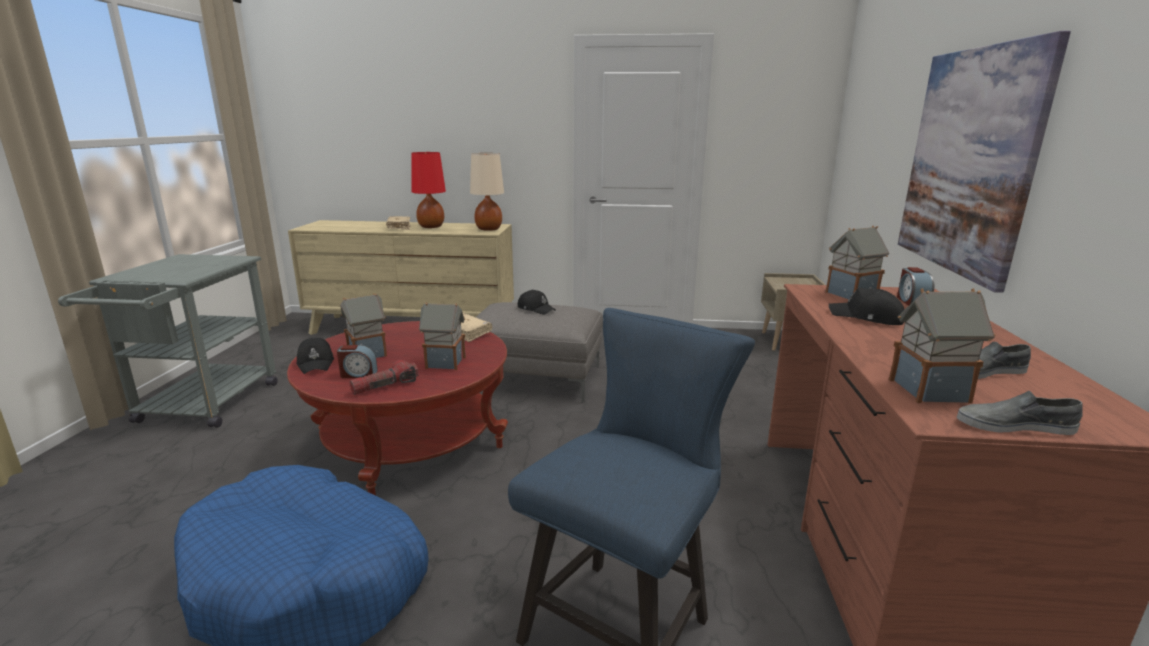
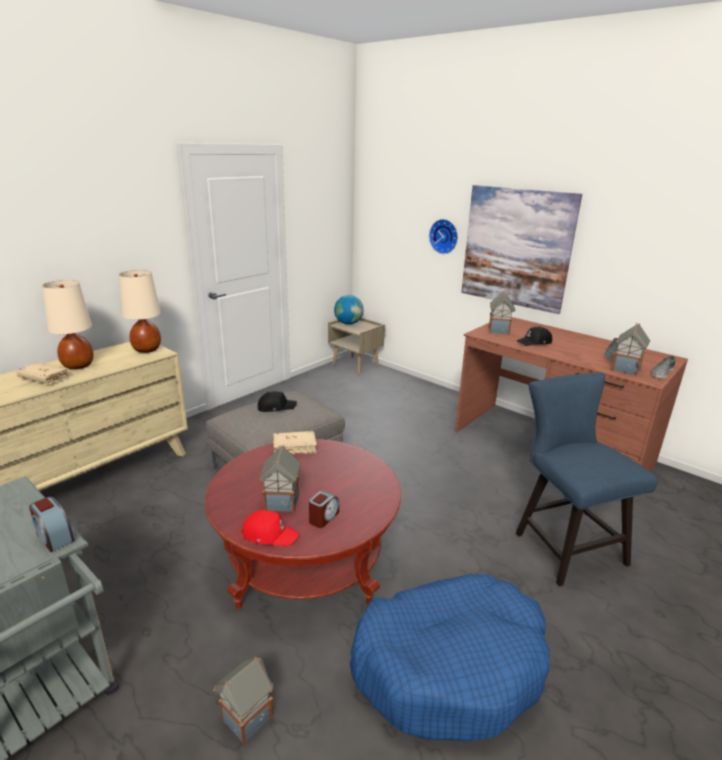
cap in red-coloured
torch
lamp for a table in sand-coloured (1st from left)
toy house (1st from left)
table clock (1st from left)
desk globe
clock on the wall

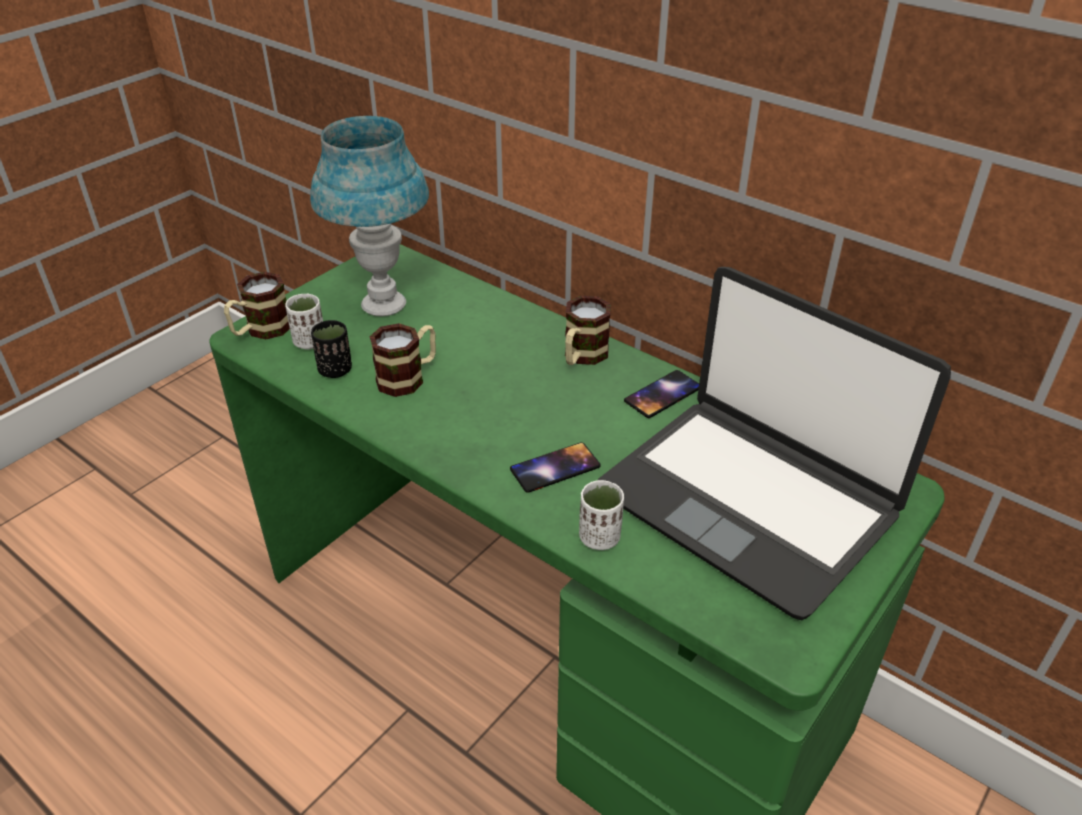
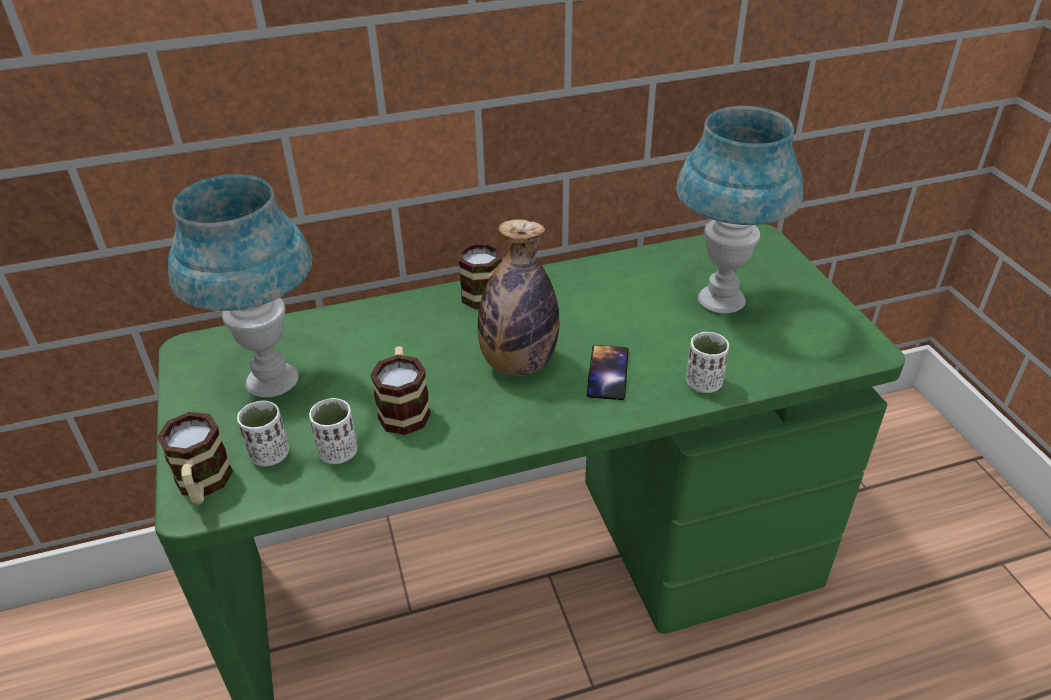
small cup in white (2nd from left)
lamp for a table in blue-coloured (2nd from left)
phone (2nd from left in the first image)
bottle

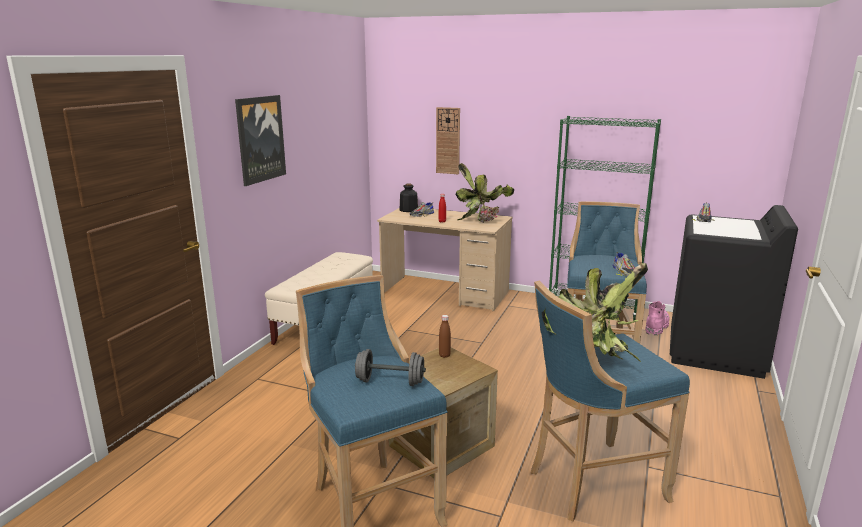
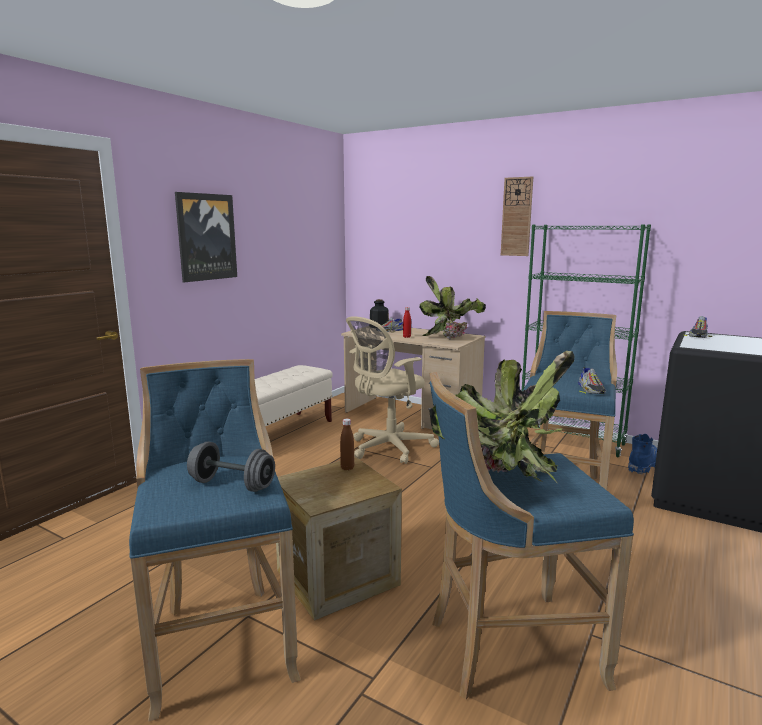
clock on the wall
boot in blue-coloured
office chair in sand-coloured

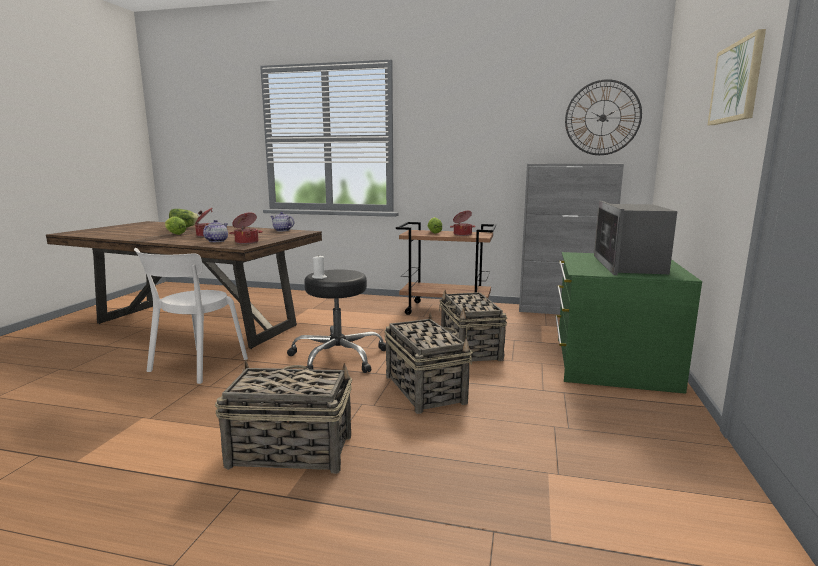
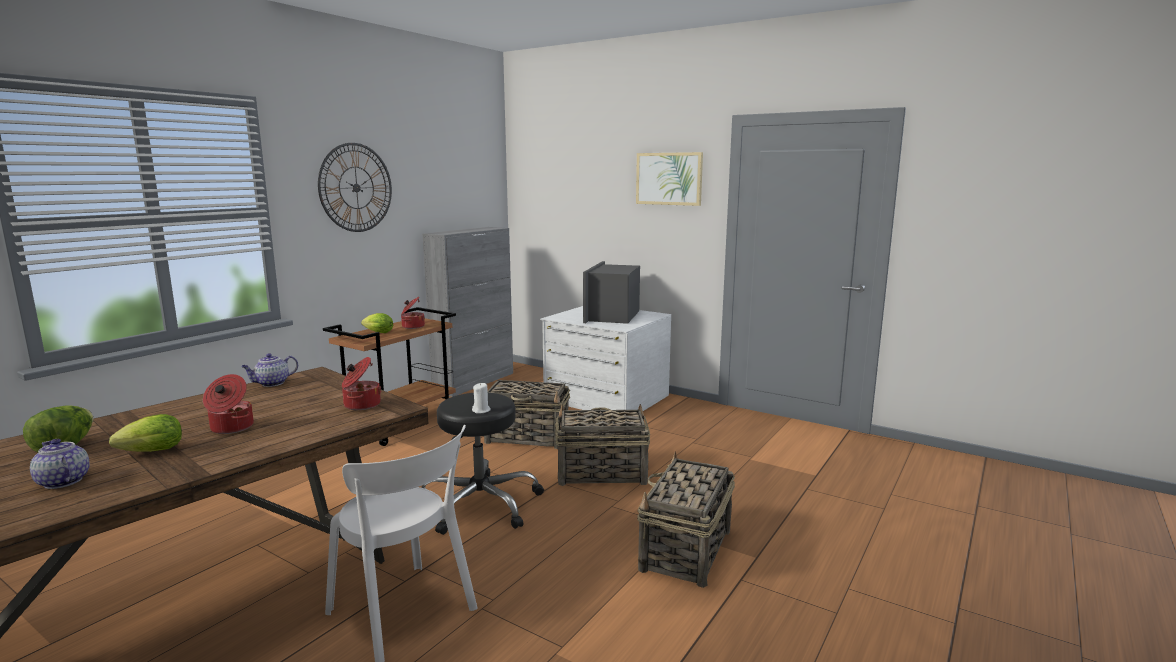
tea pot (1st from left)
chest of drawers in white
clock on the wall
microwave

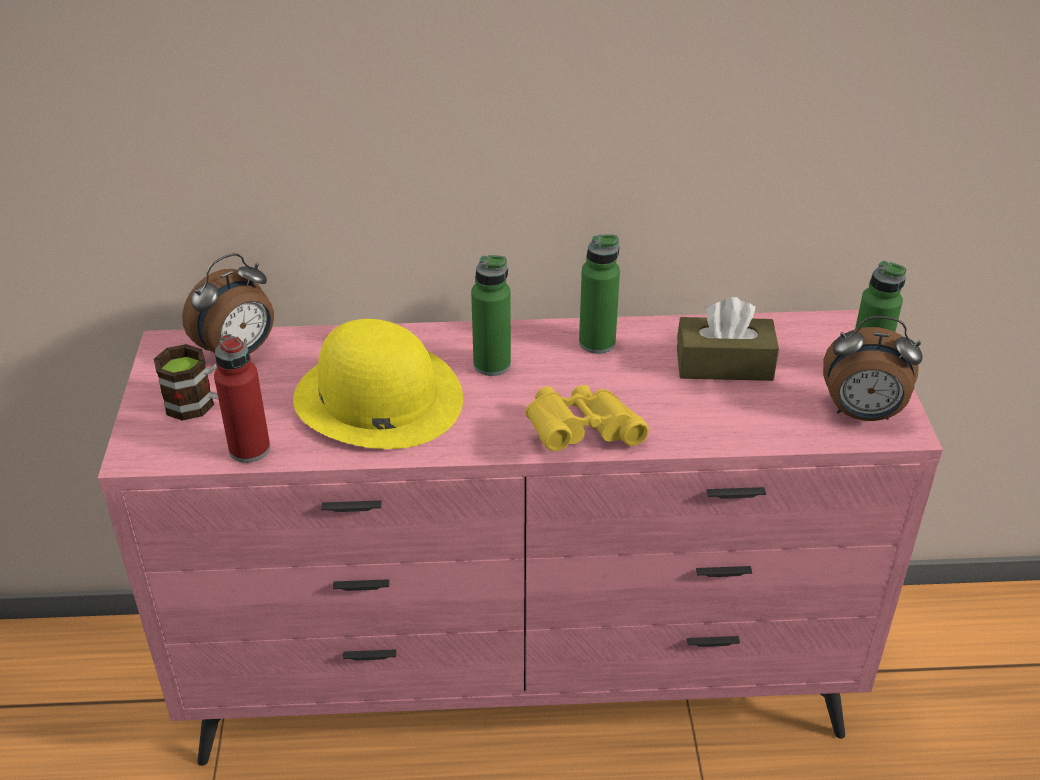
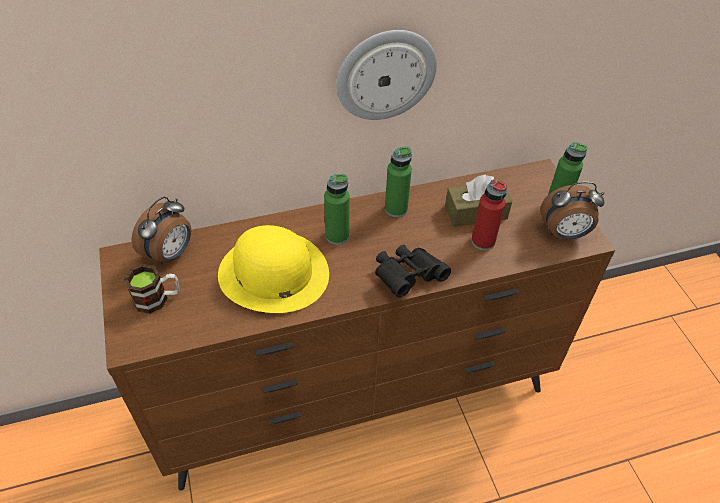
chest of drawers in brownish
bottle in red-coloured
field glasses in blackish
clock on the wall

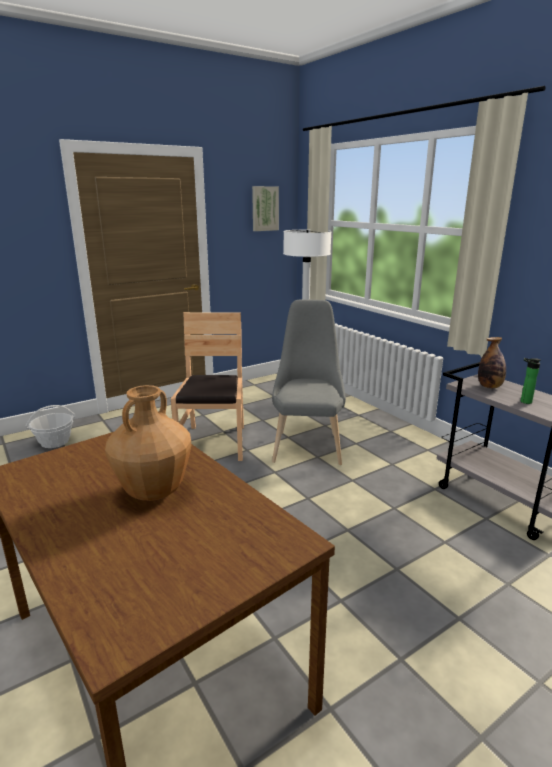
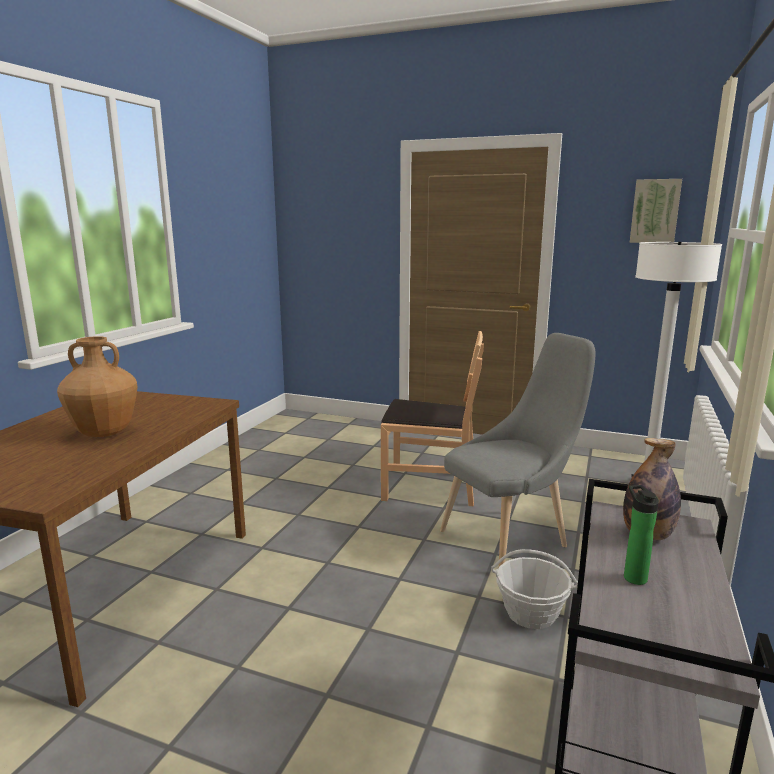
household basket
chair in brownish

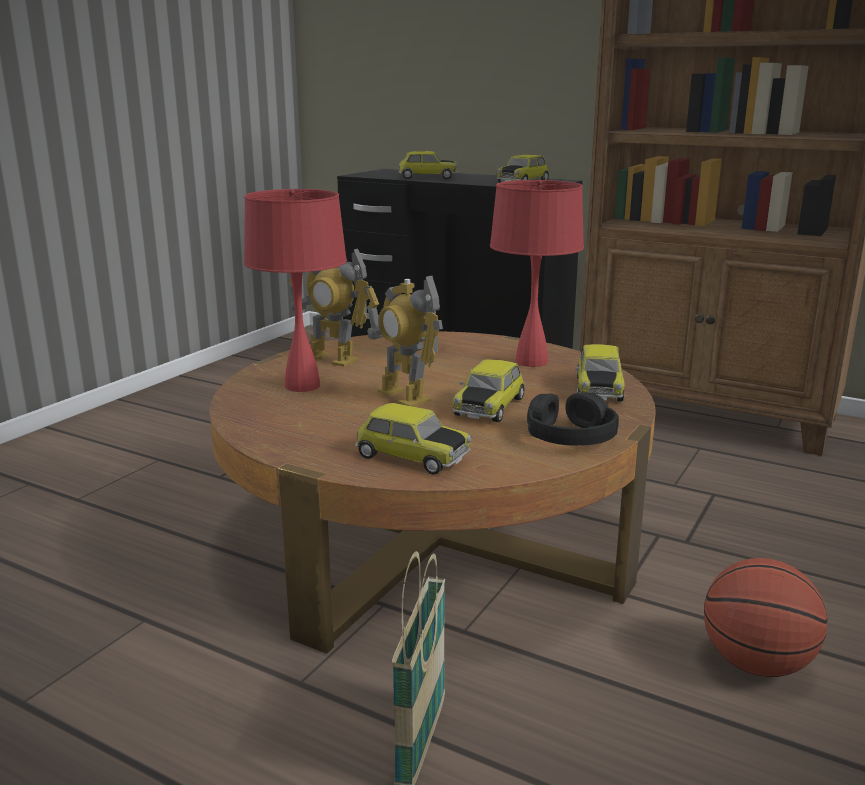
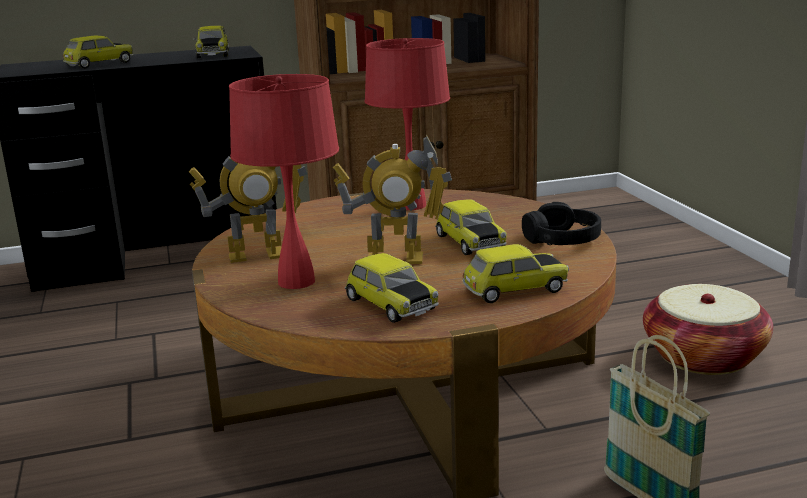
model car (3rd from left)
household basket (2nd from left)

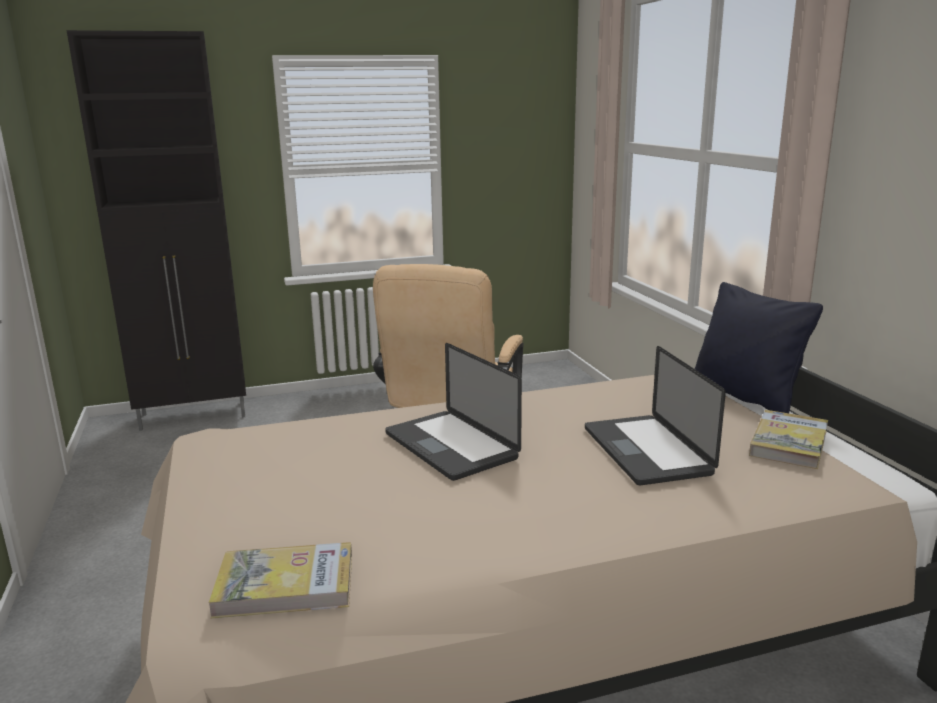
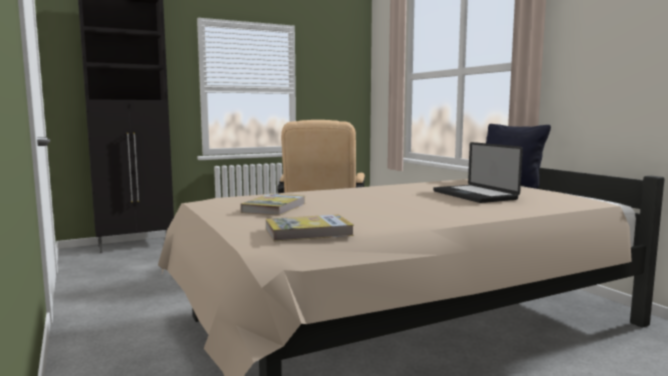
notebook computer (1st from left in the first image)
volume (1st from left)

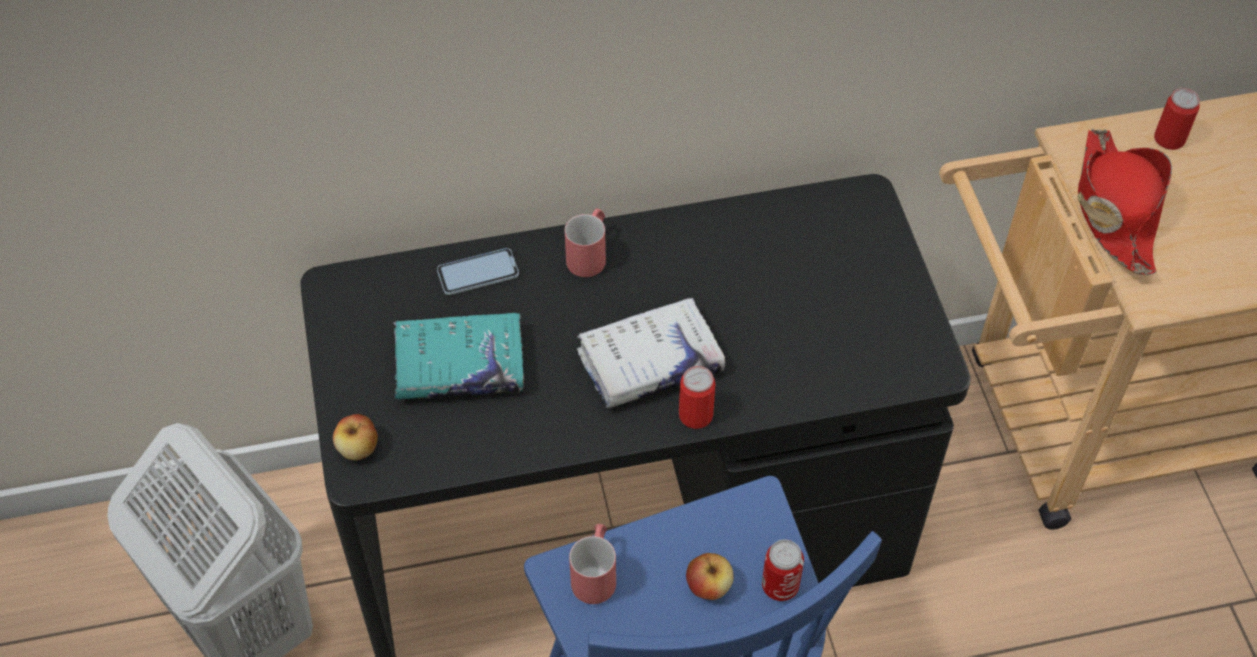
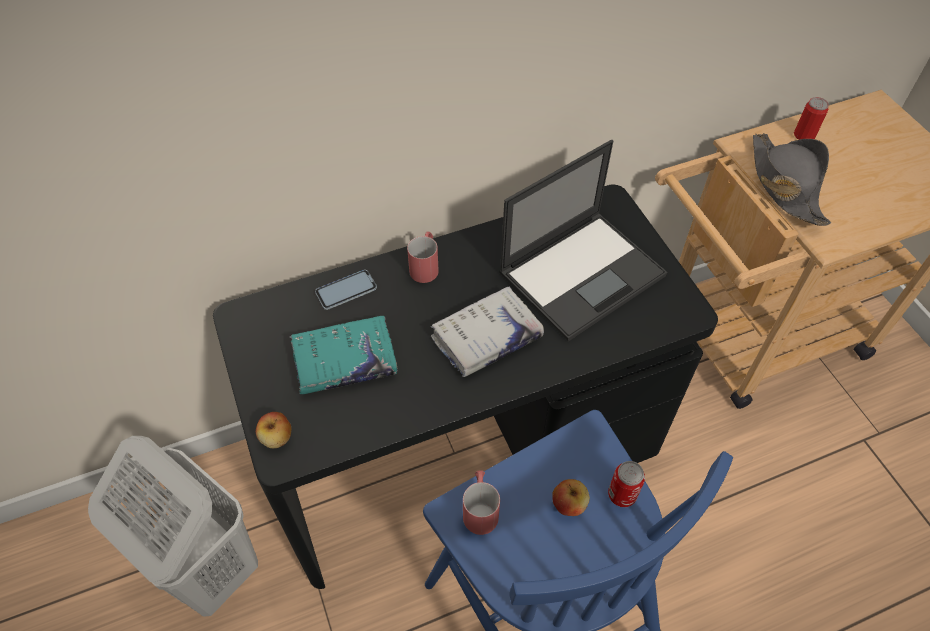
metal can (1st from left in the first image)
wearable hat in grey
notebook computer

